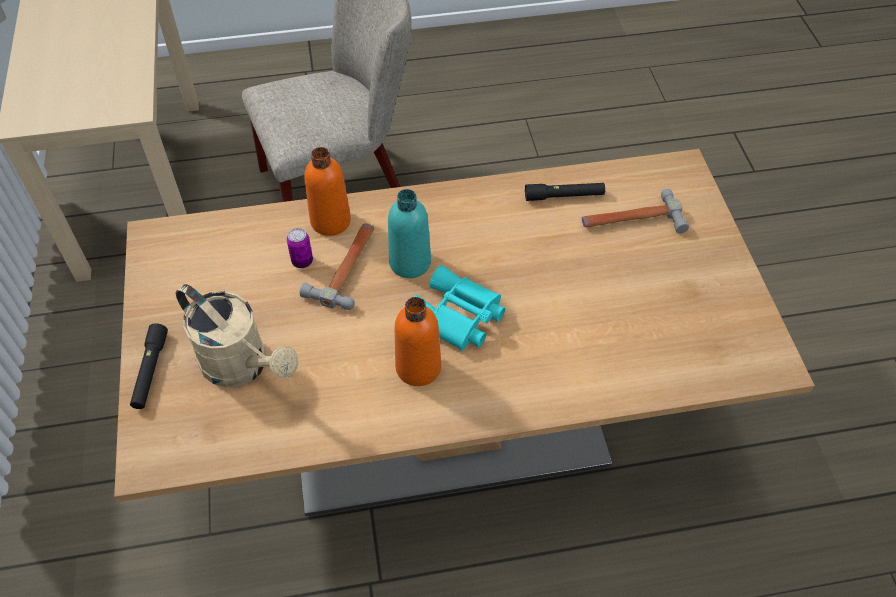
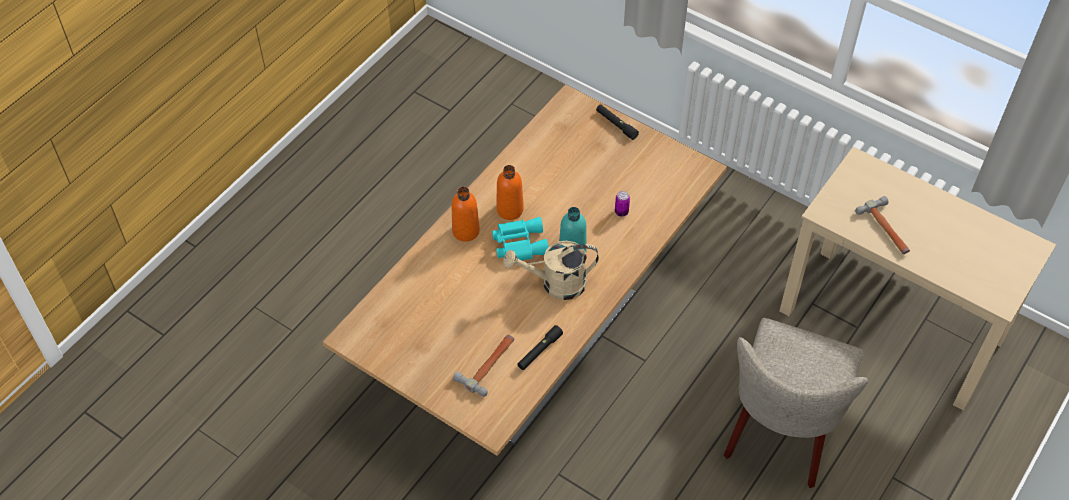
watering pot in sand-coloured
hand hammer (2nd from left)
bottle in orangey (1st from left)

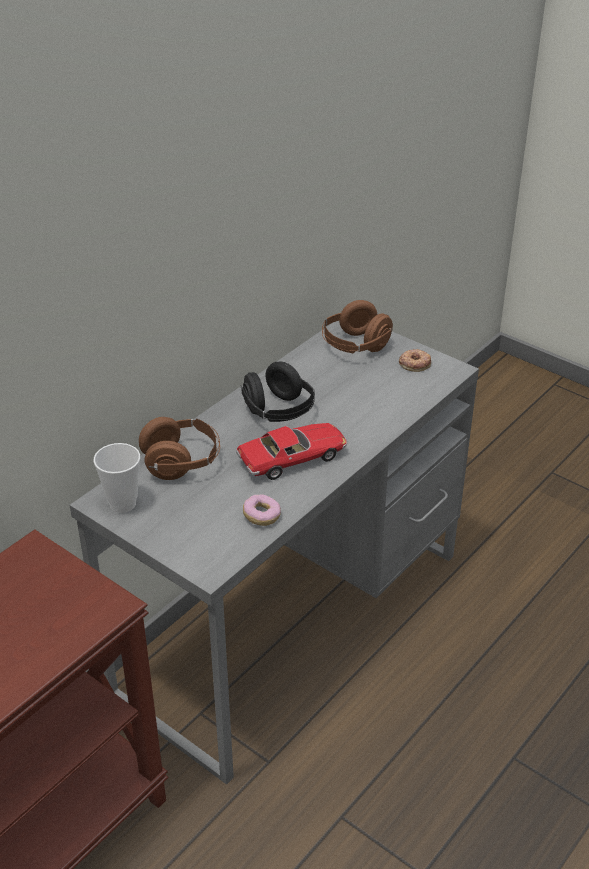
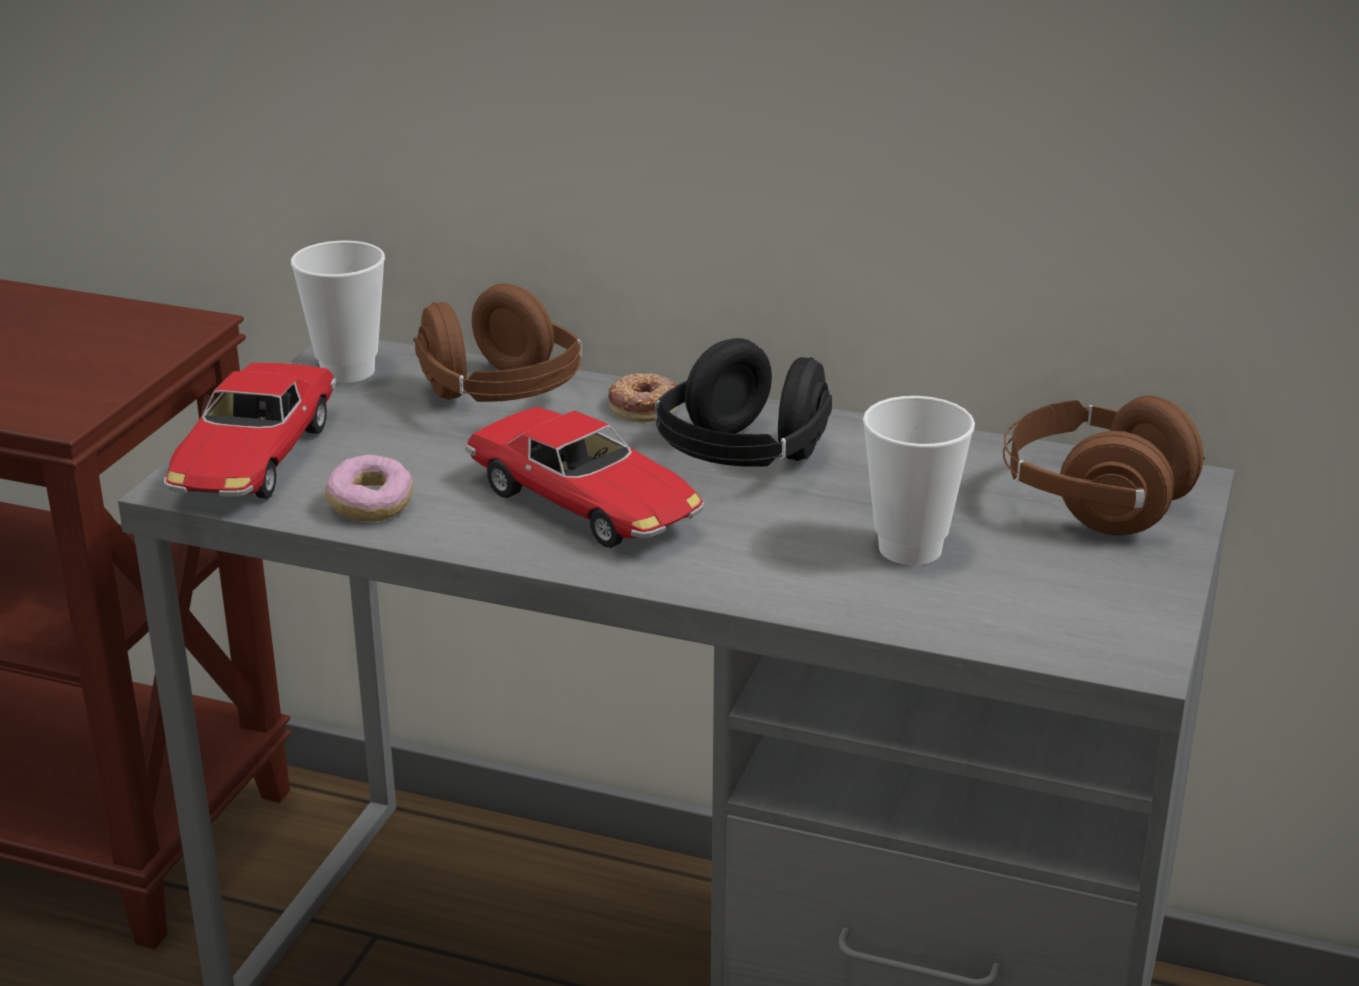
ring doughnut (2nd from left)
model car (1st from left)
small cup (2nd from left)

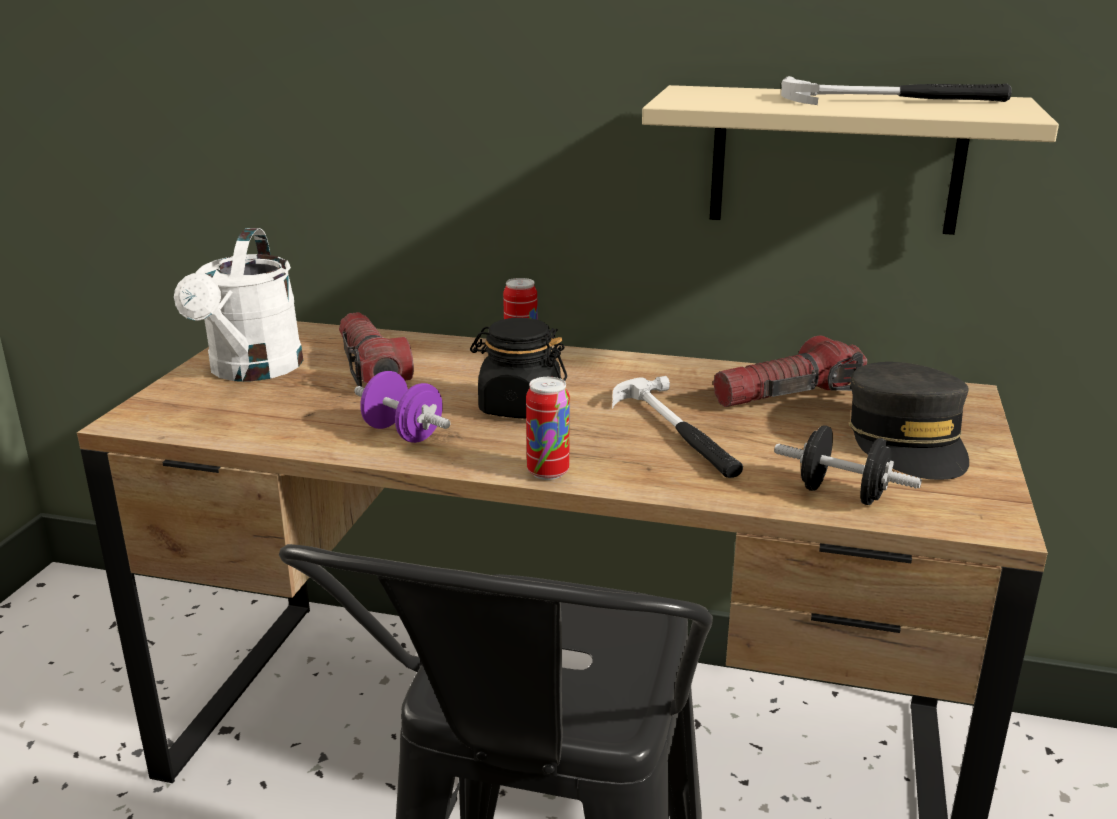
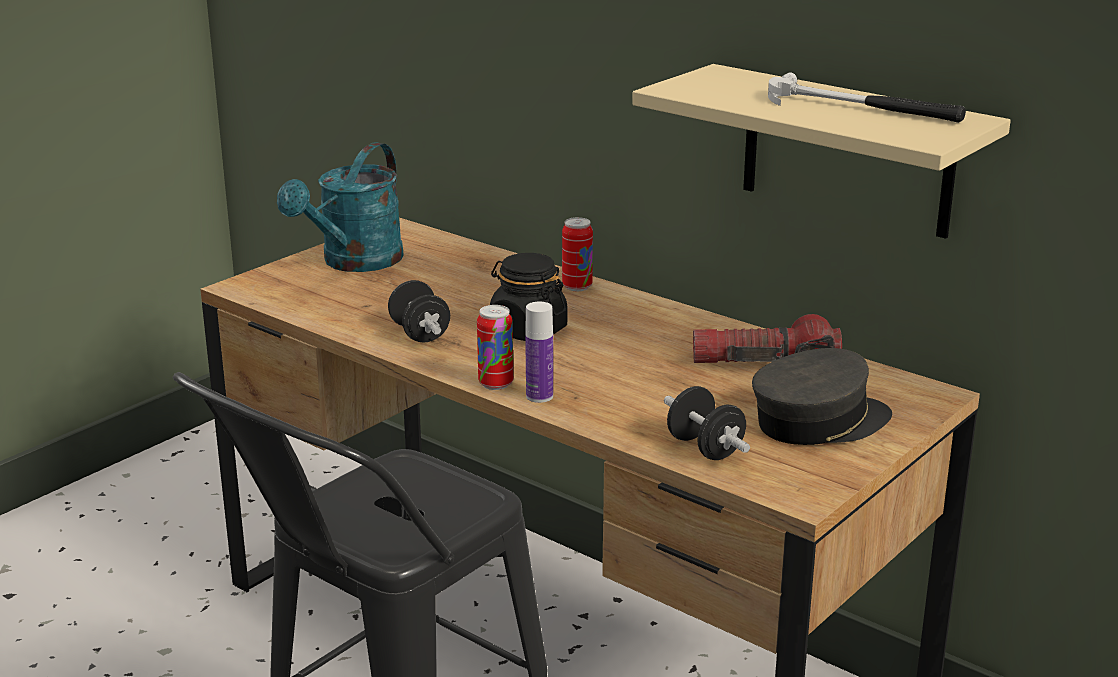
watering pot in blue-green
torch (1st from left in the first image)
dumbbell in blackish (1st from left)
hand hammer (1st from left in the first image)
cap in grey
bottle

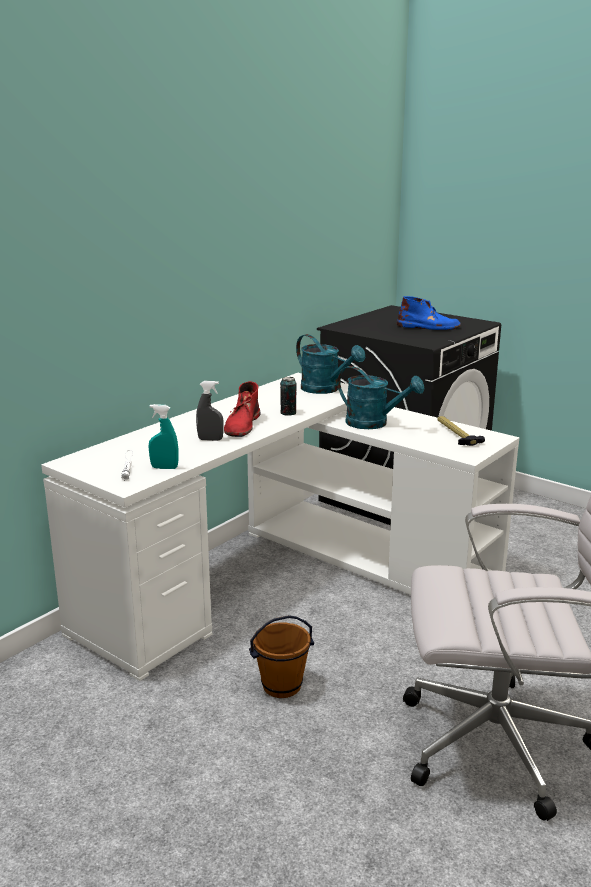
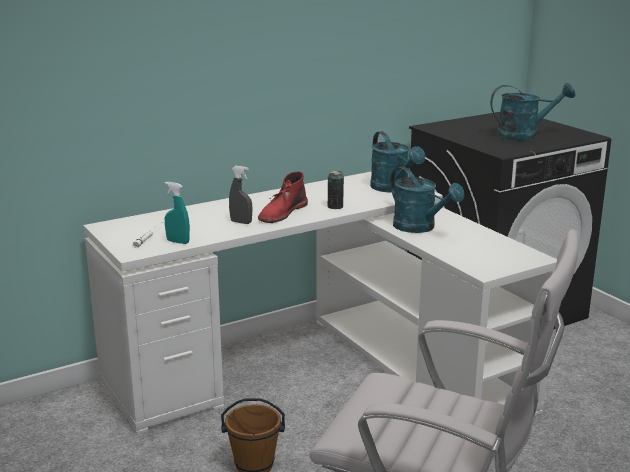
watering pot in blue-green (3rd from left)
hand hammer

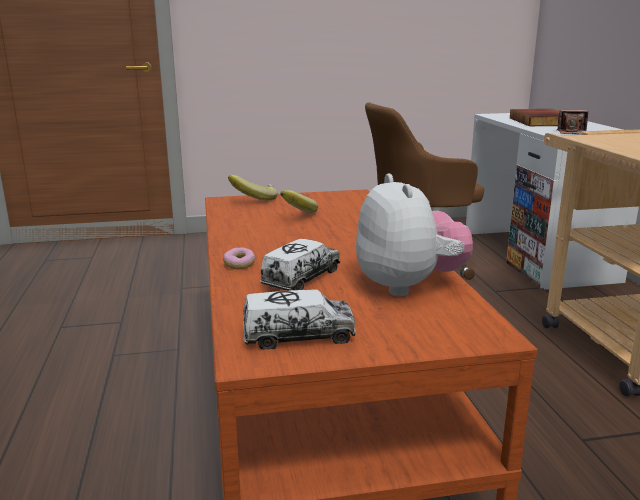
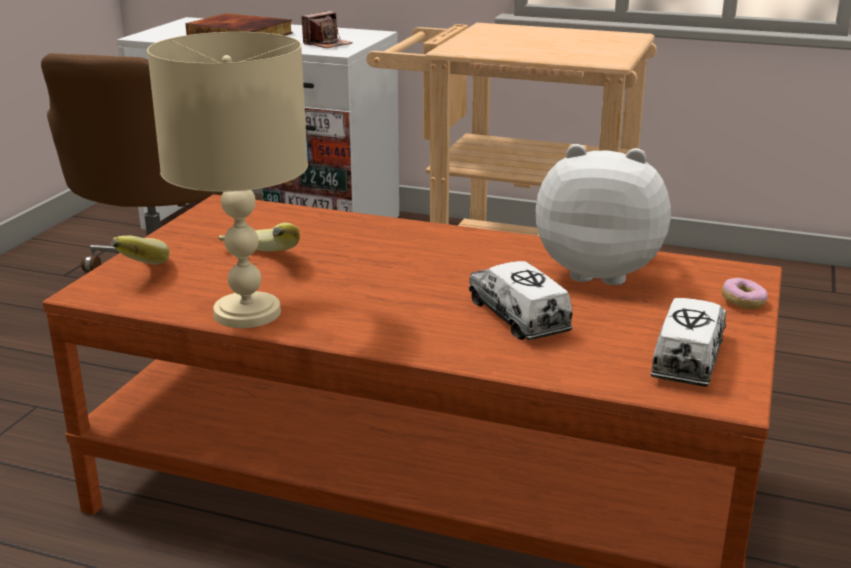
ring doughnut
lamp for a table in sand-coloured

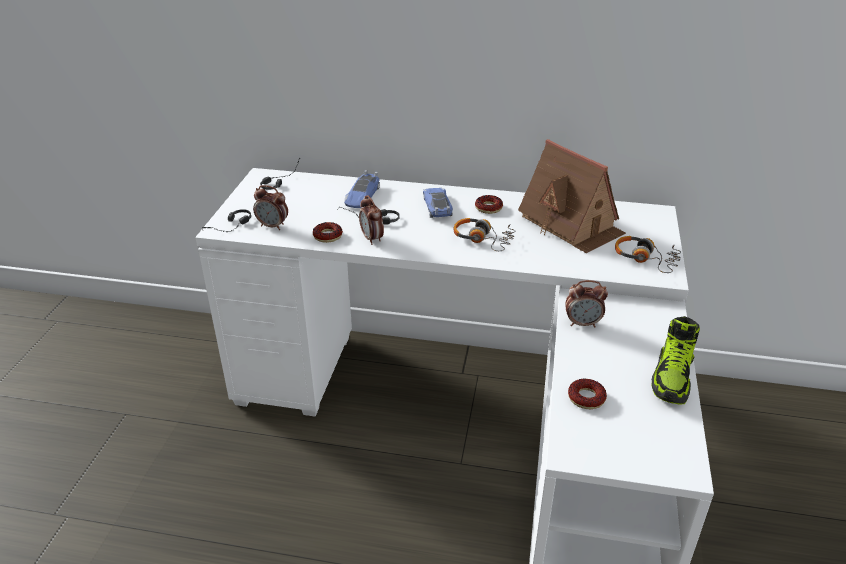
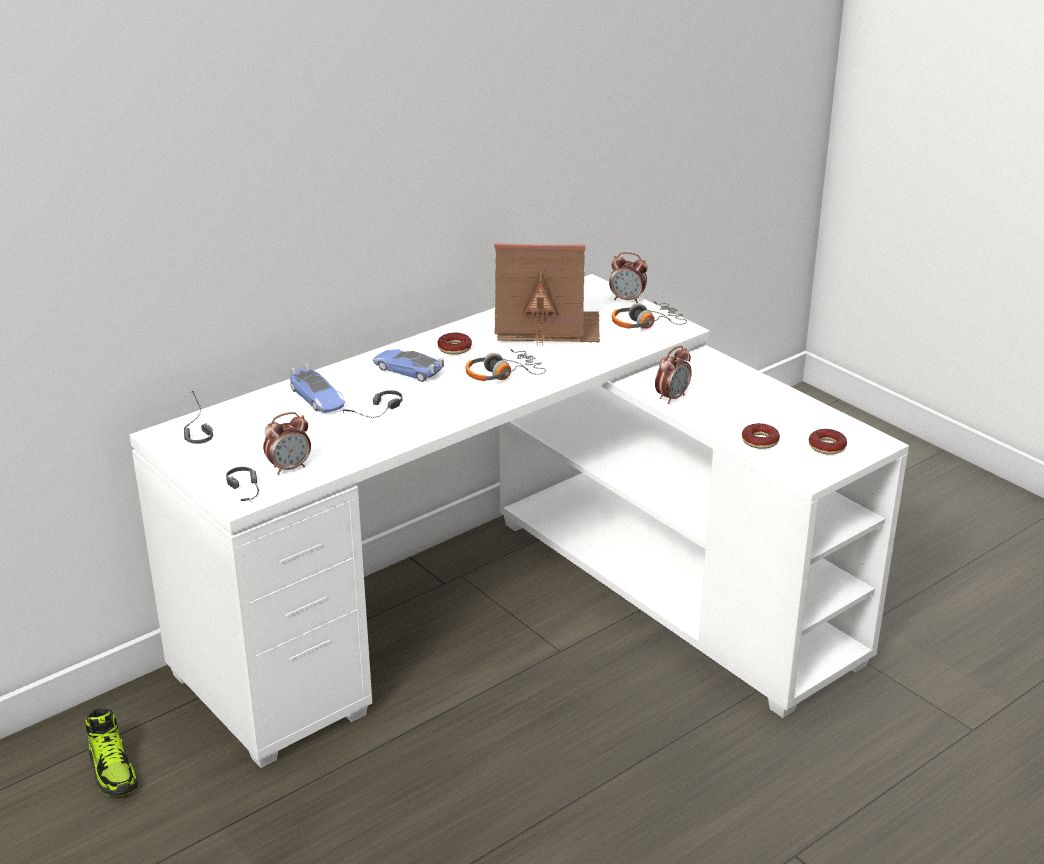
ring doughnut (3rd from left)
table clock (2nd from left)
low shoe

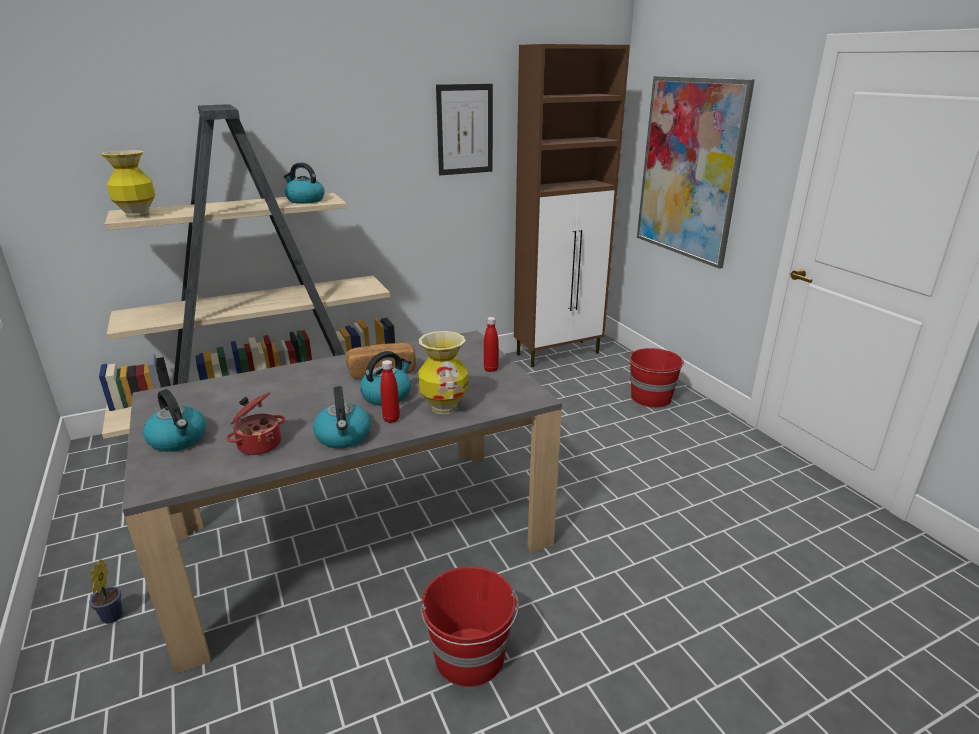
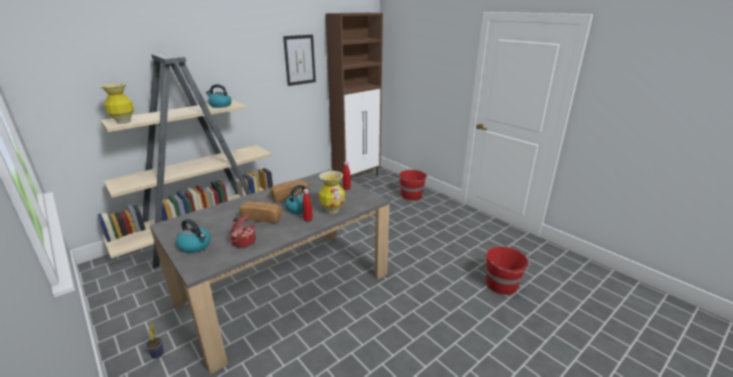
tea kettle (3rd from left in the first image)
pail in red-coloured (2nd from left)
wall picture (2nd from left in the first image)
bread (1st from left)

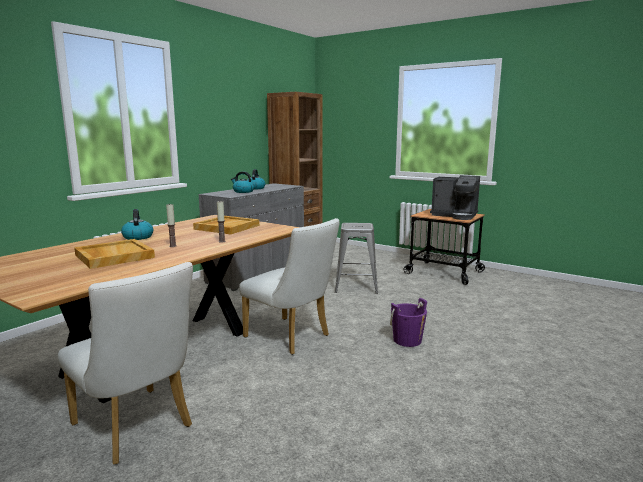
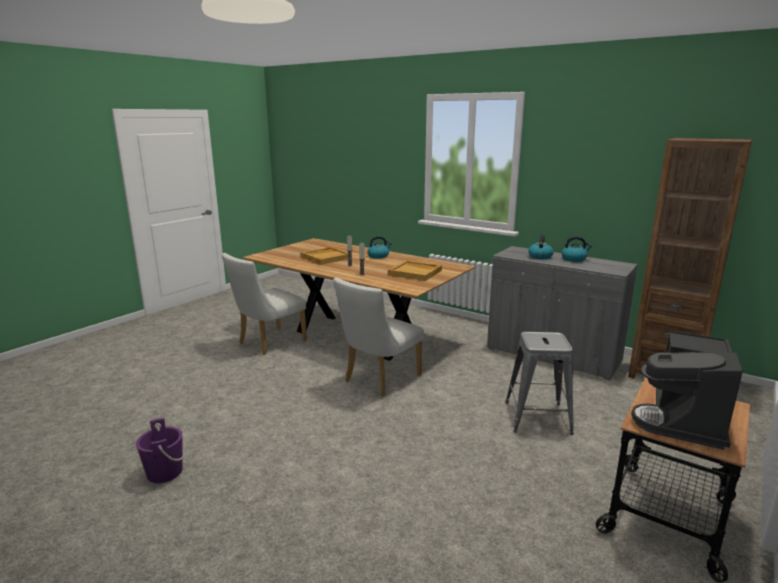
pail in purplish

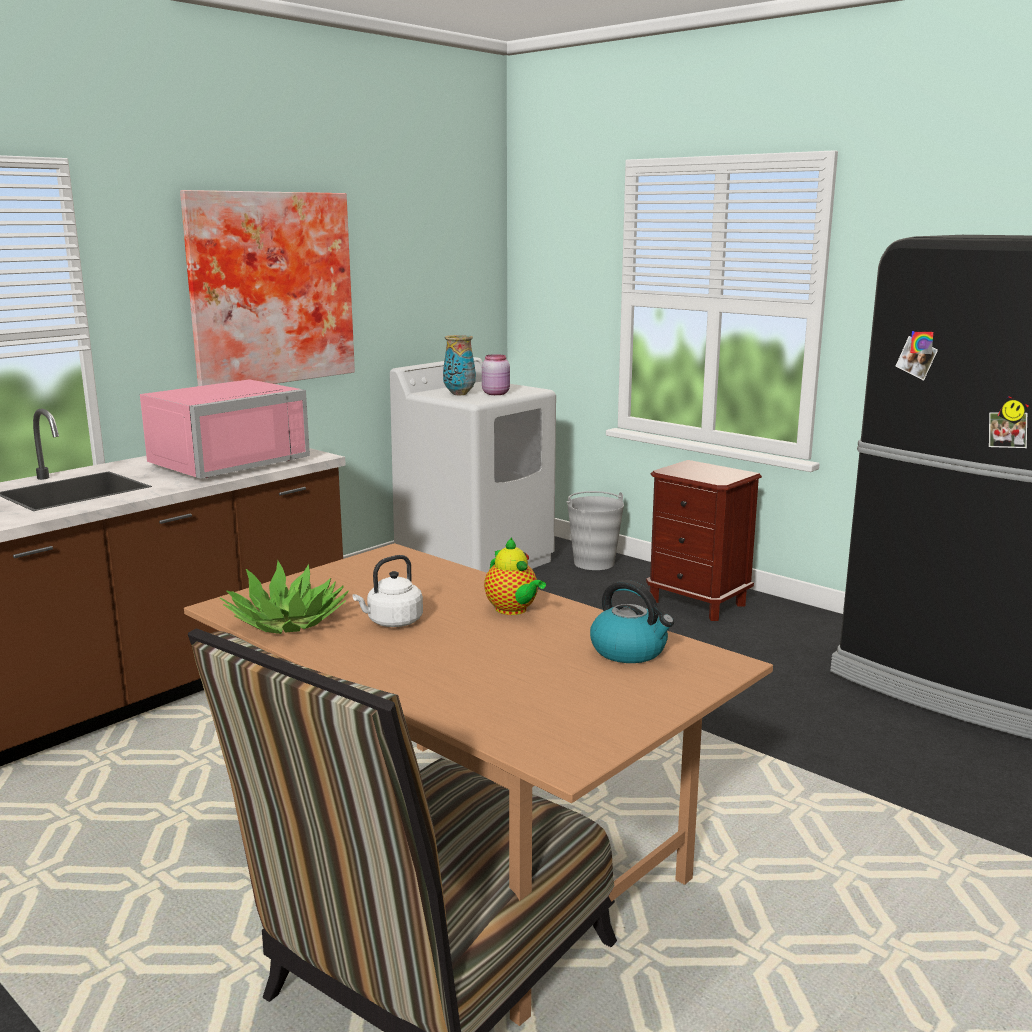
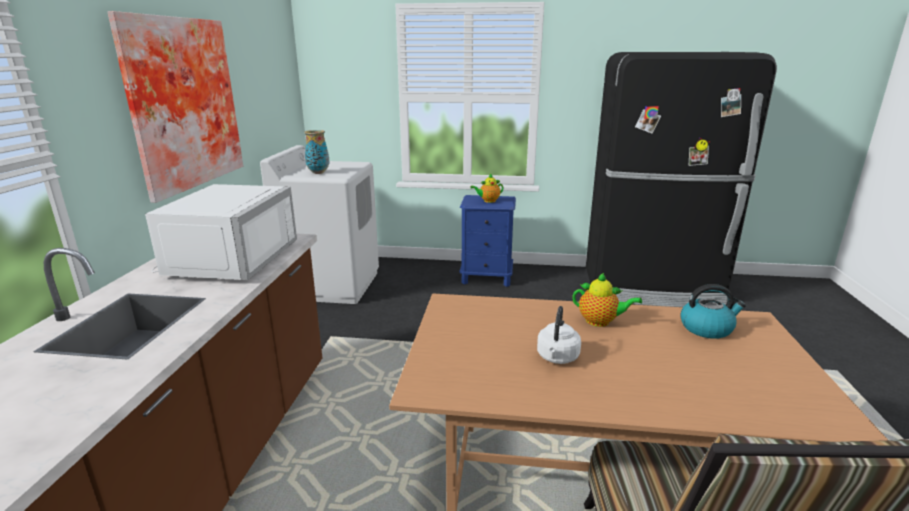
microwave in white
plant in a pot
preserve jar in pink-coloured
pail in grey
nightstand in blue-coloured
tea pot (1st from left)

